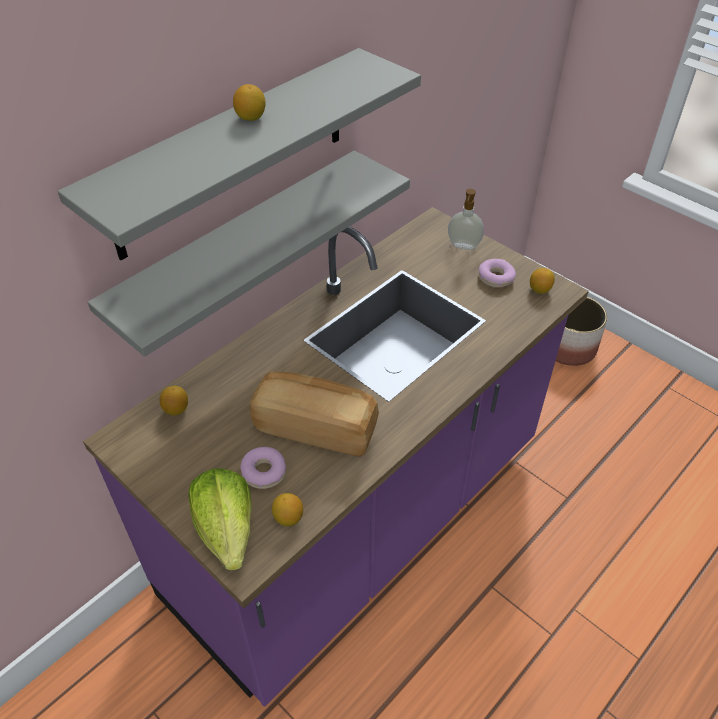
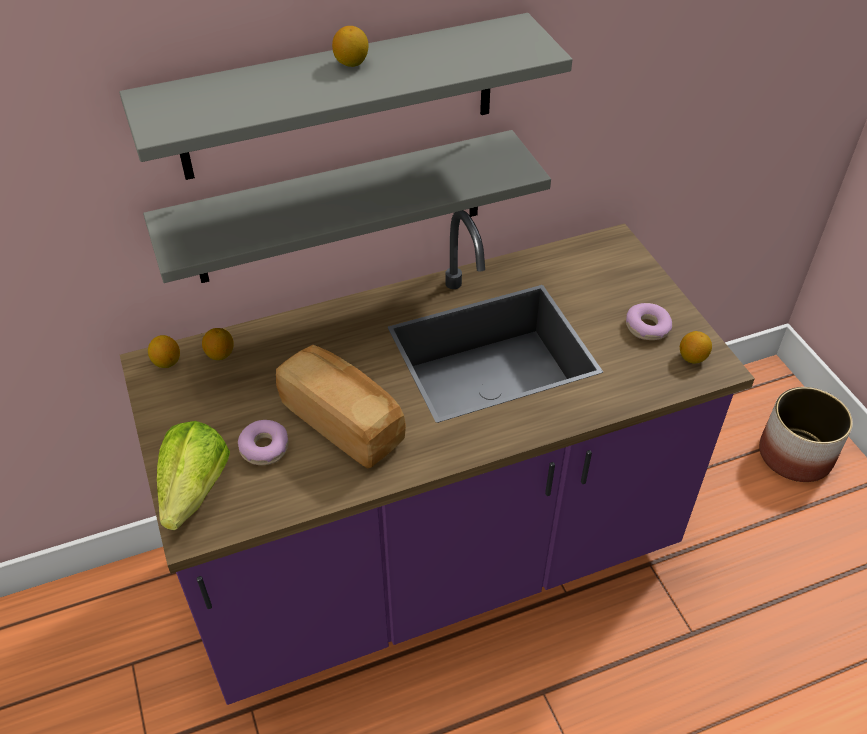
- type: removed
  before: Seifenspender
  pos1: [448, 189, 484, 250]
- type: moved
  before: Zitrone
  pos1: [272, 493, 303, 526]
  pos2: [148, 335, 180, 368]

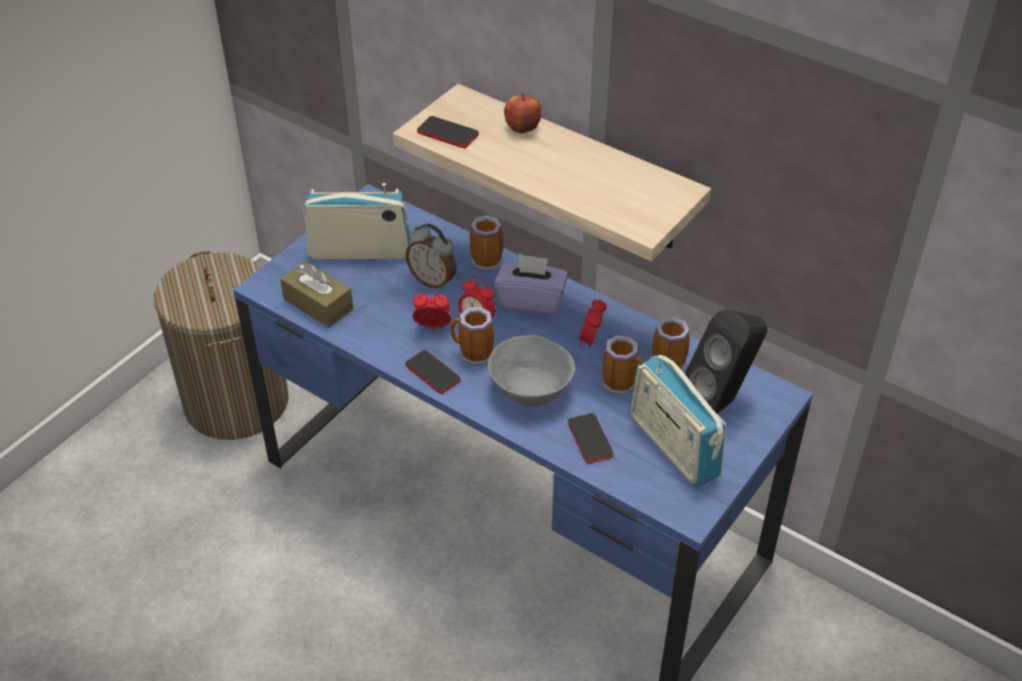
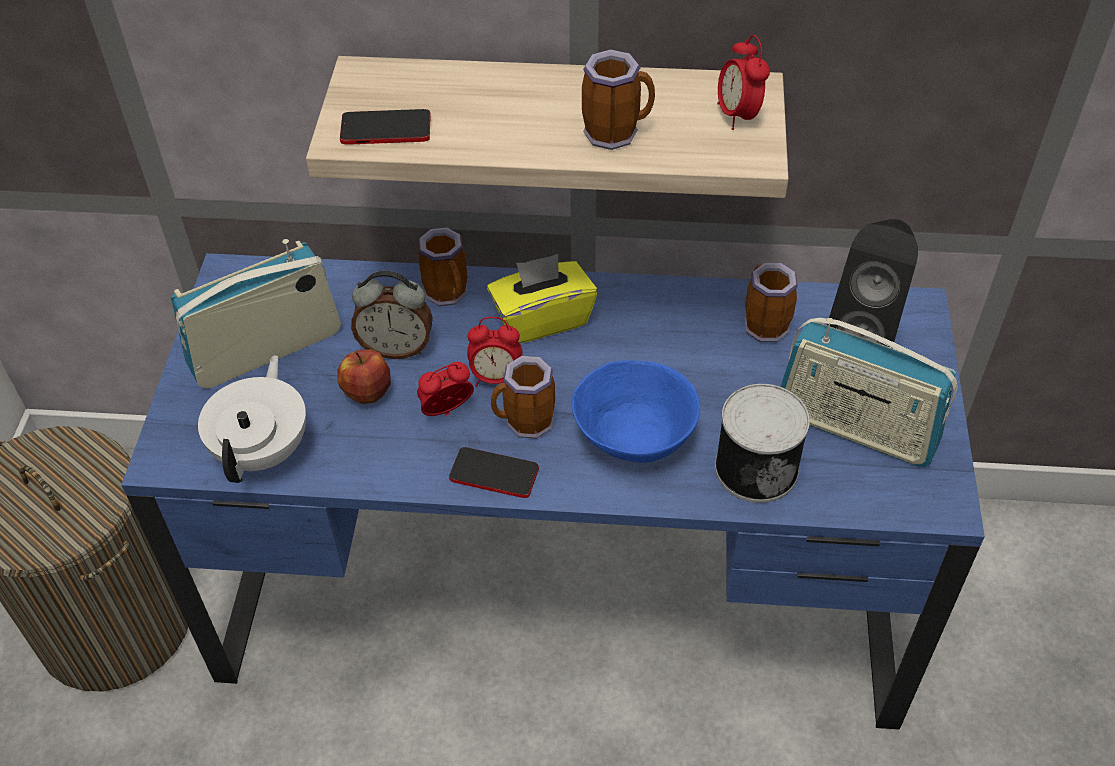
- type: moved
  before: Apfel
  pos1: [504, 93, 541, 134]
  pos2: [337, 349, 391, 404]
- type: recoloured
  before: Taschentuchbox/lila
  after: Taschentuchbox/gelb
  pos1: [494, 254, 568, 314]
  pos2: [487, 254, 597, 343]
- type: replaced
  before: Taschentuchbox/braun
  after: Teekanne/weiß
  pos1: [280, 261, 353, 327]
  pos2: [198, 355, 306, 483]
- type: moved
  before: Wecker
  pos1: [579, 299, 607, 348]
  pos2: [717, 35, 770, 130]
- type: recoloured
  before: Schüssel/grau
  after: Schüssel/blau
  pos1: [487, 335, 575, 406]
  pos2: [571, 360, 700, 463]
- type: moved
  before: Henkelbecher
  pos1: [602, 335, 644, 394]
  pos2: [582, 49, 655, 150]
- type: replaced
  before: Handy
  after: Dose
  pos1: [568, 413, 613, 464]
  pos2: [715, 384, 810, 503]

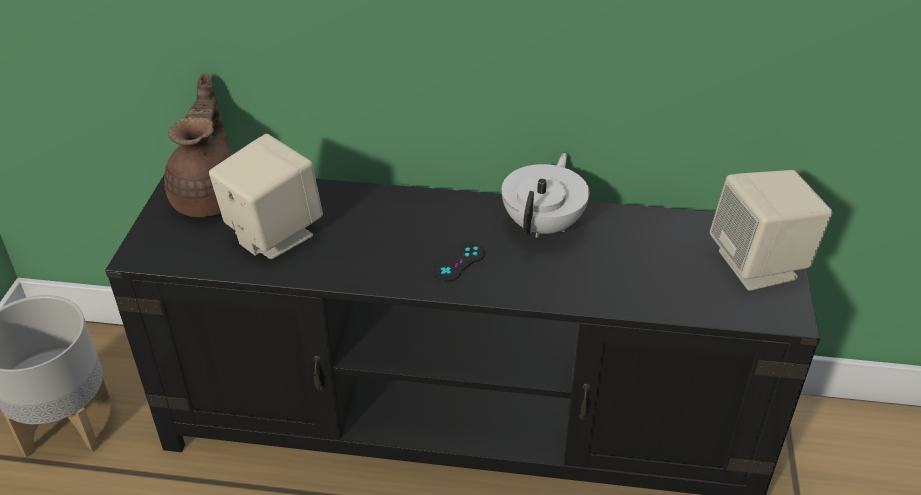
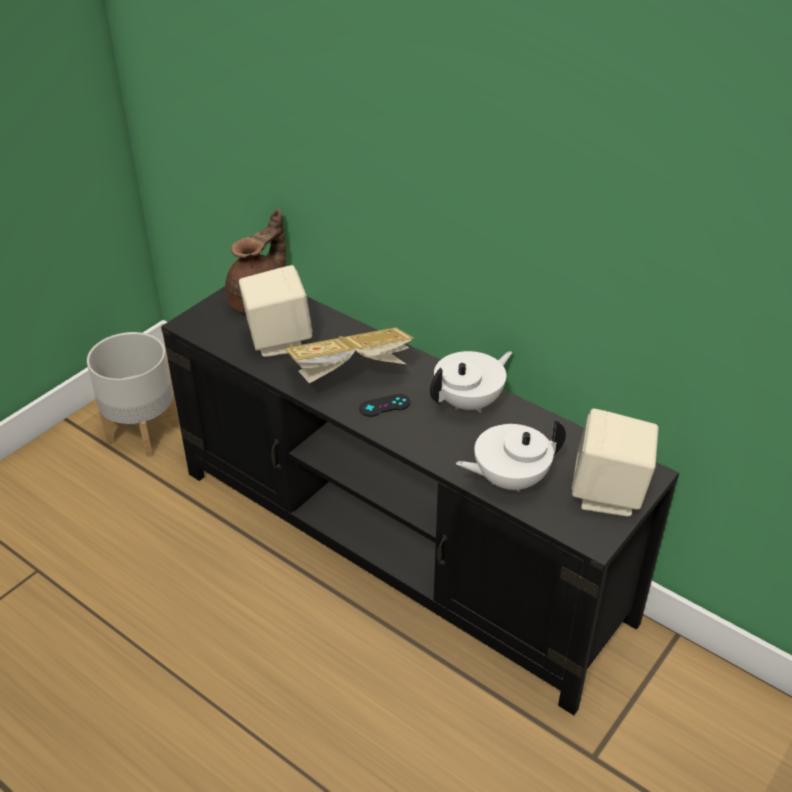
- type: added
  after: Buch
  pos2: [285, 327, 414, 383]
- type: added
  after: Teekanne/weiß
  pos2: [456, 419, 566, 492]

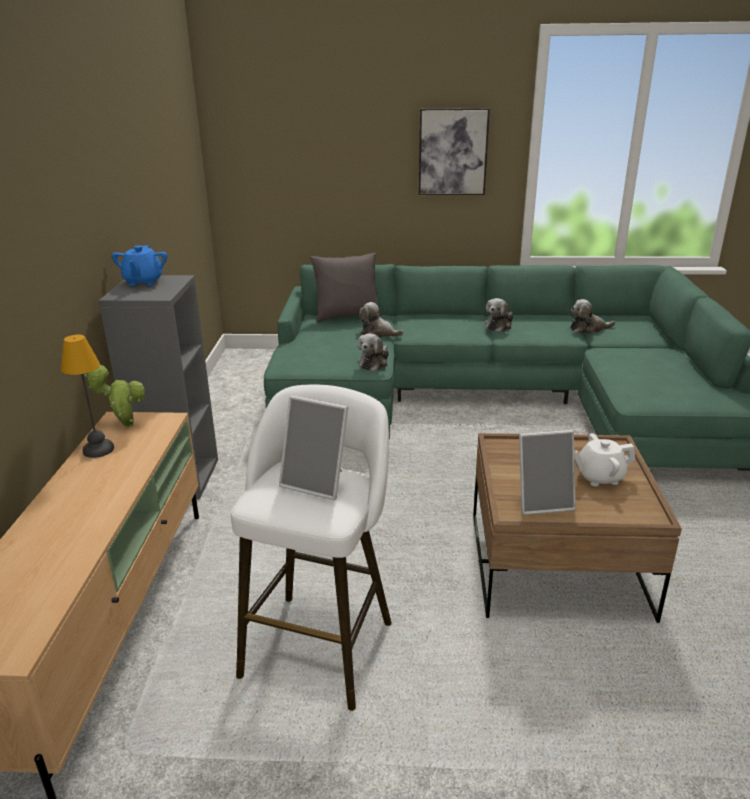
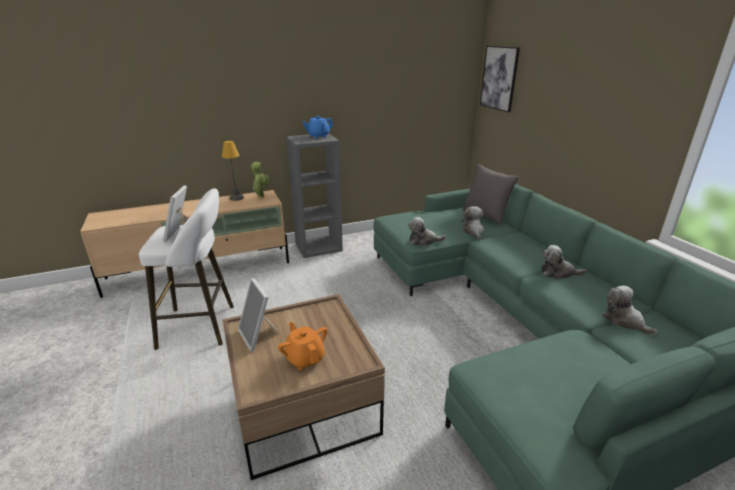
- type: moved
  before: Bild
  pos1: [419, 108, 490, 195]
  pos2: [480, 46, 520, 112]
- type: recoloured
  before: Teekanne/weiß
  after: Teekanne/orange
  pos1: [574, 433, 636, 487]
  pos2: [278, 322, 328, 370]

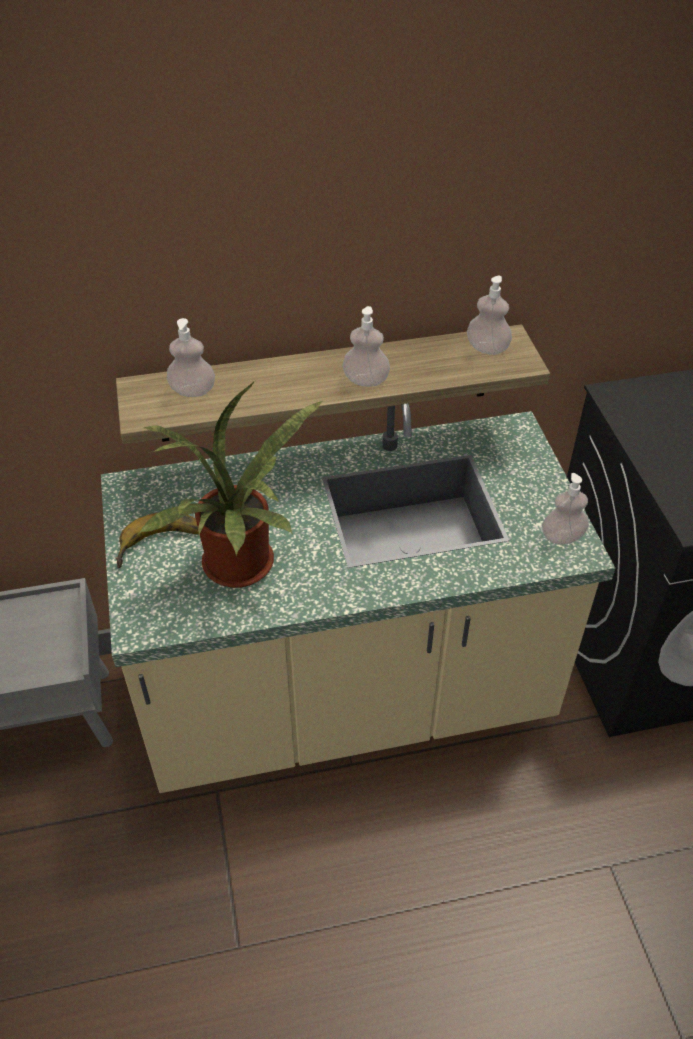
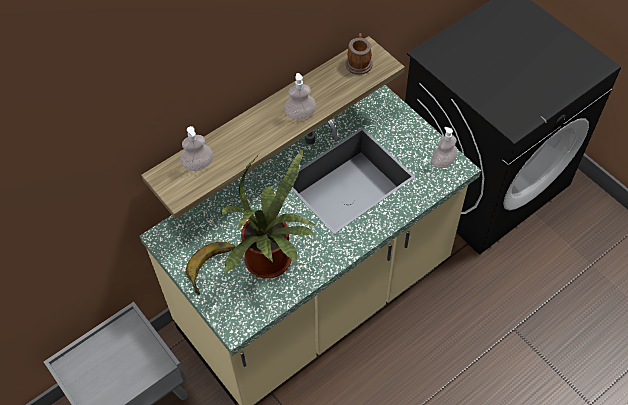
- type: replaced
  before: Seifenspender
  after: Henkelbecher
  pos1: [467, 276, 512, 355]
  pos2: [345, 33, 373, 75]

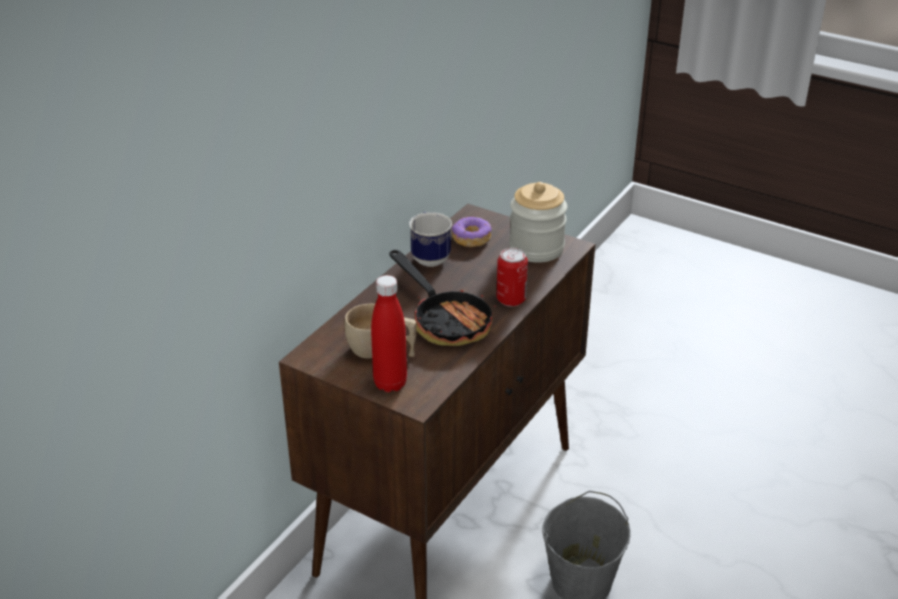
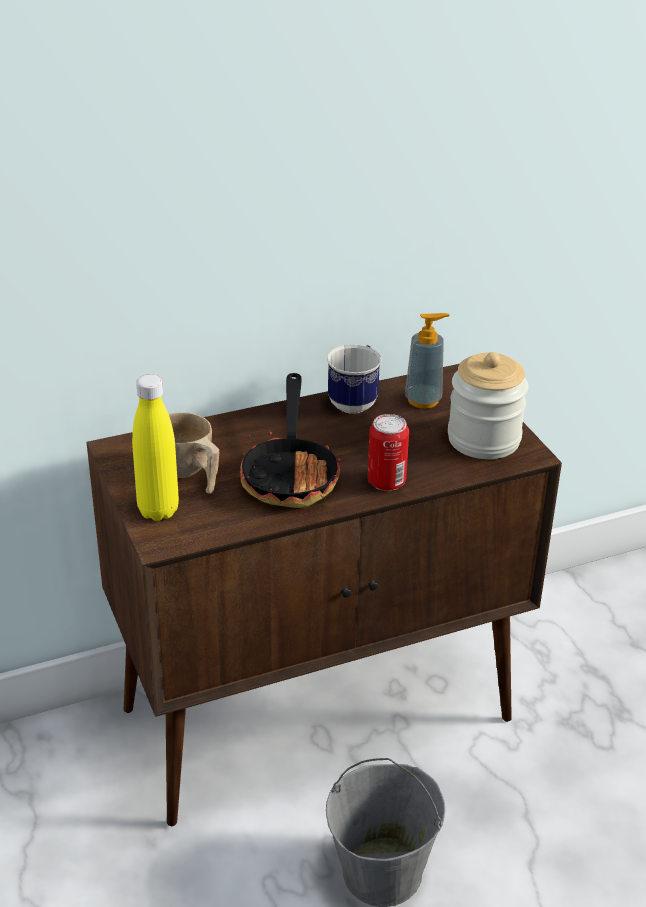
- type: replaced
  before: Donut
  after: Seifenspender
  pos1: [452, 216, 492, 247]
  pos2: [405, 313, 449, 409]
- type: recoloured
  before: Flasche/rot
  after: Flasche/gelb
  pos1: [371, 275, 407, 392]
  pos2: [132, 374, 179, 521]

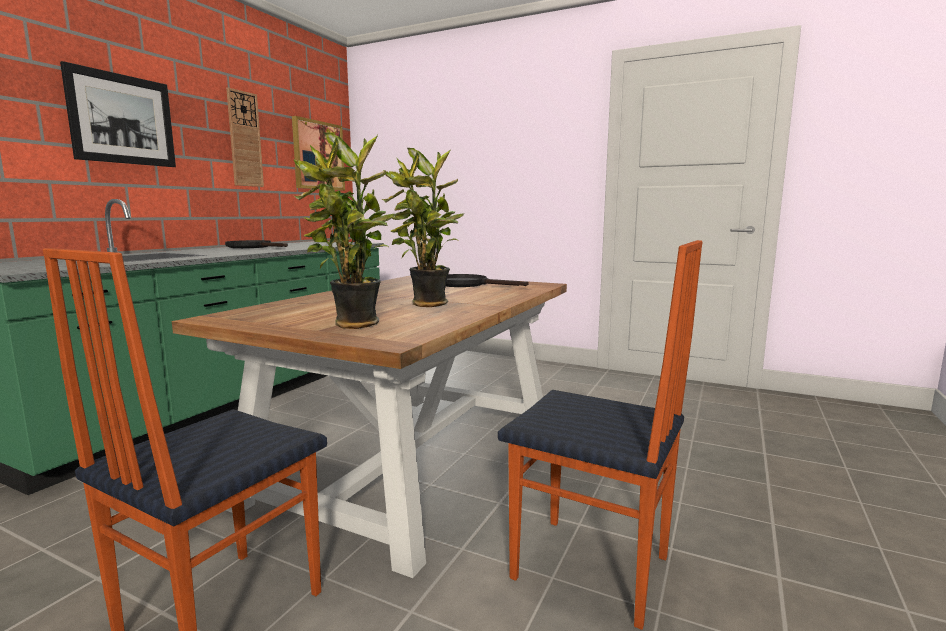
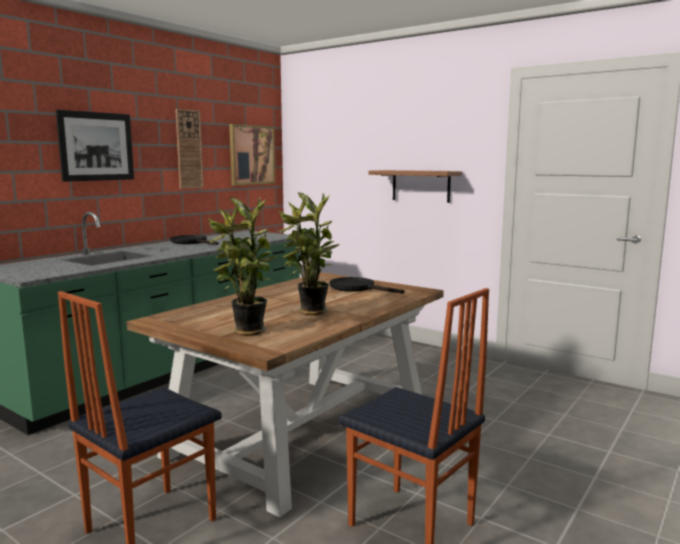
- type: added
  after: Wandregal
  pos2: [368, 170, 462, 203]

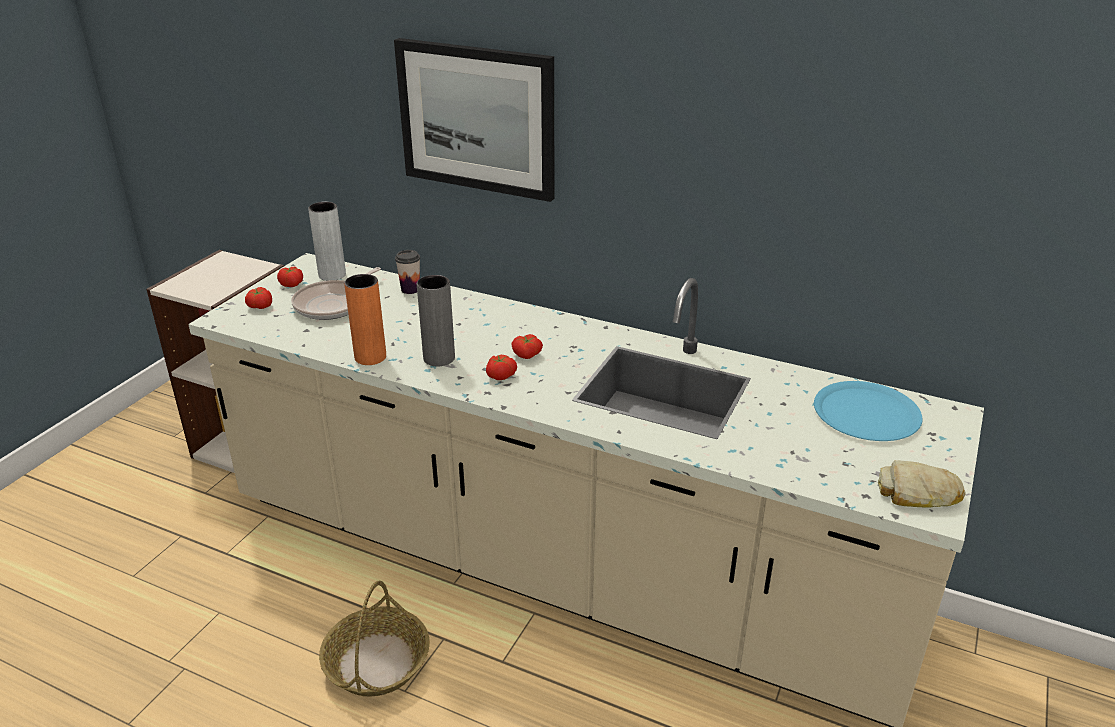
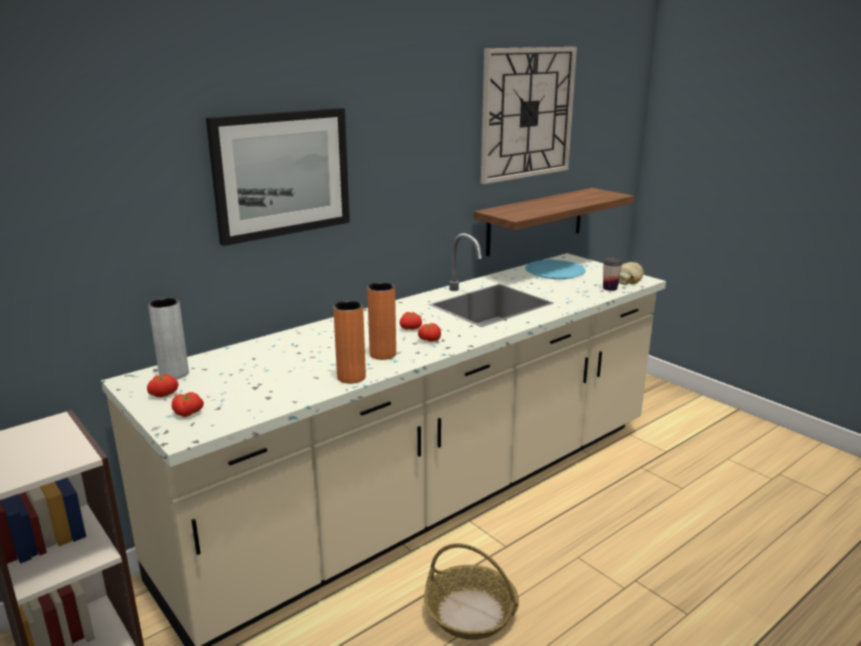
- type: moved
  before: Tasse
  pos1: [395, 250, 420, 294]
  pos2: [603, 258, 622, 291]
- type: removed
  before: Pfanne
  pos1: [291, 267, 381, 320]
- type: recoloured
  before: Vase/grau
  after: Vase/orange
  pos1: [417, 275, 455, 366]
  pos2: [367, 282, 396, 360]
- type: added
  after: Wanduhr
  pos2: [481, 47, 577, 184]
- type: added
  after: Wandregal
  pos2: [474, 188, 634, 256]

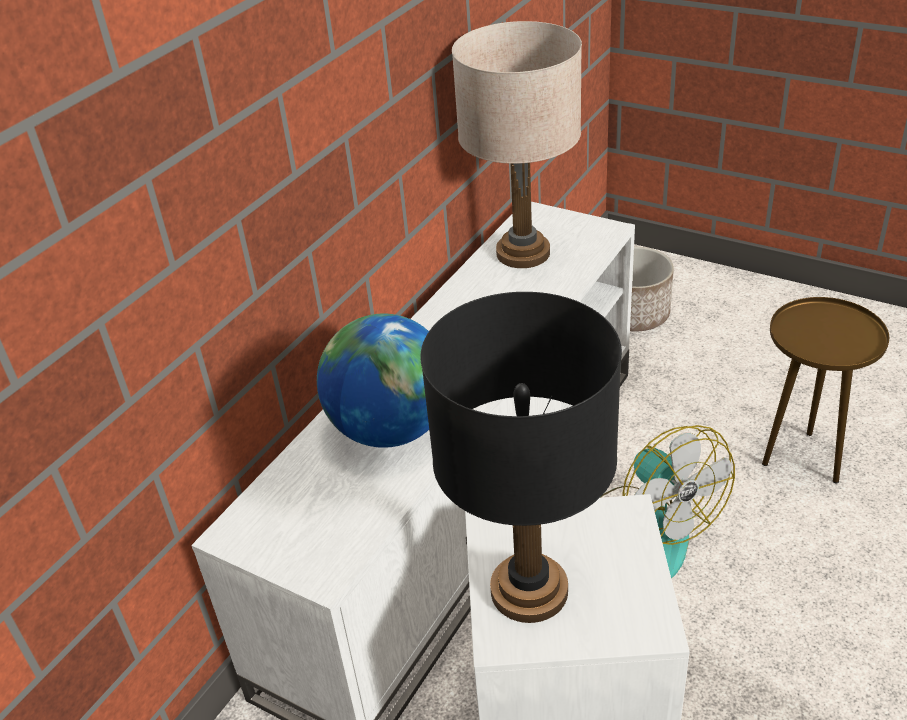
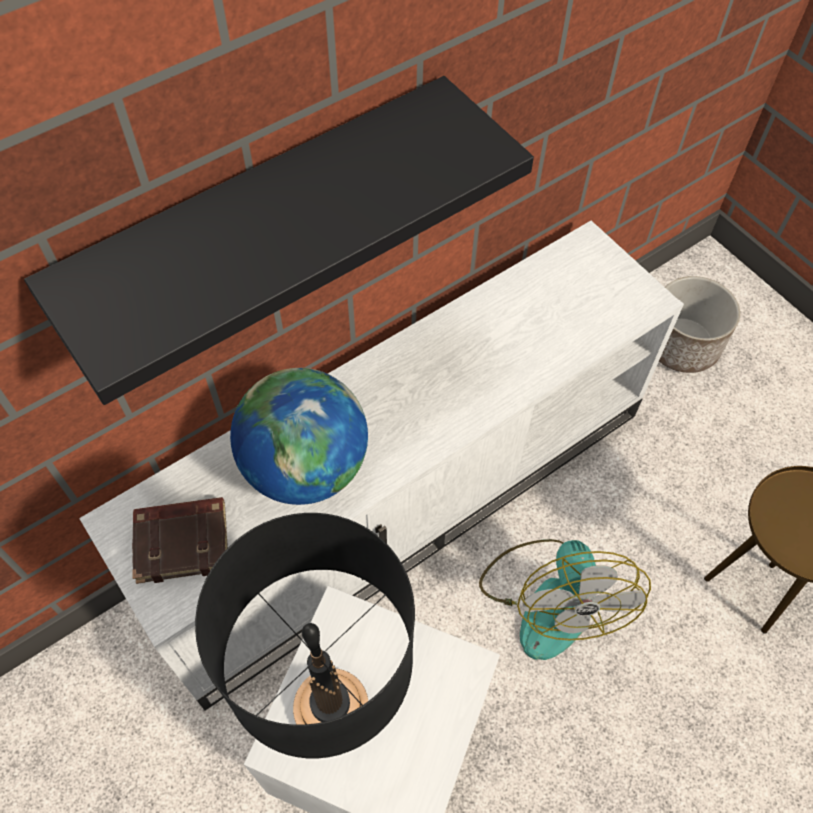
- type: removed
  before: Tischlampe/beige
  pos1: [452, 21, 582, 268]
- type: added
  after: Wandregal/schwarz
  pos2: [24, 76, 534, 405]
- type: added
  after: Buch/braun
  pos2: [132, 497, 228, 584]

